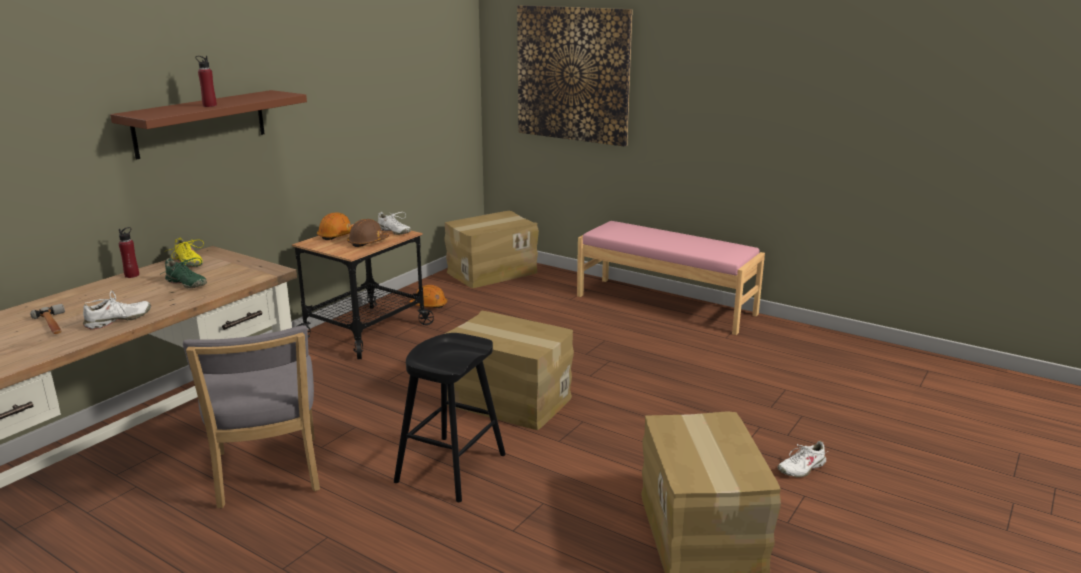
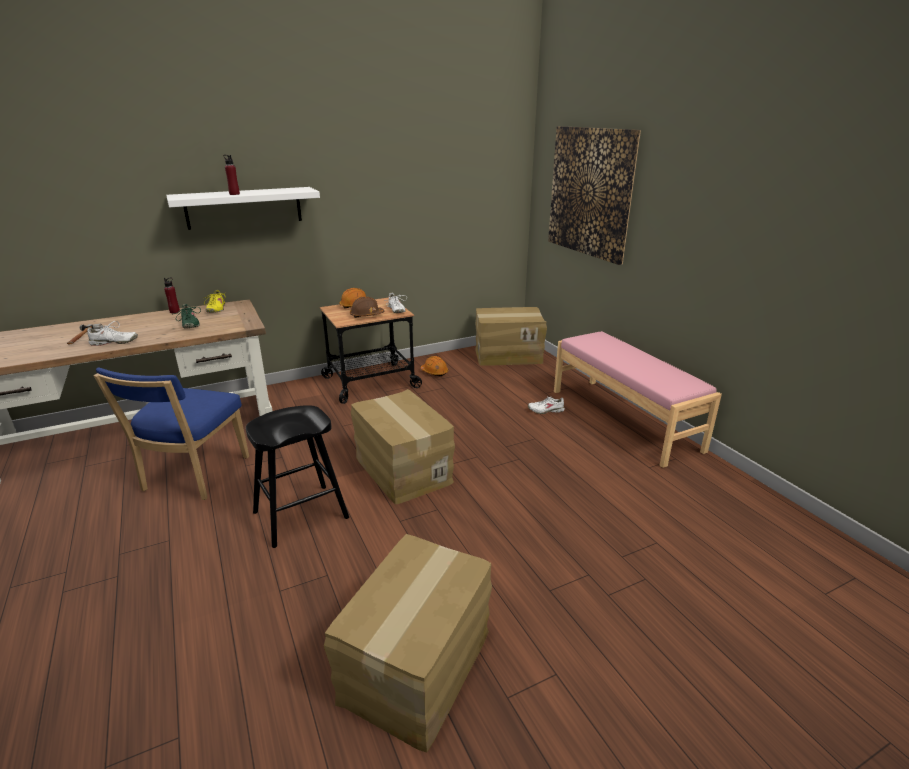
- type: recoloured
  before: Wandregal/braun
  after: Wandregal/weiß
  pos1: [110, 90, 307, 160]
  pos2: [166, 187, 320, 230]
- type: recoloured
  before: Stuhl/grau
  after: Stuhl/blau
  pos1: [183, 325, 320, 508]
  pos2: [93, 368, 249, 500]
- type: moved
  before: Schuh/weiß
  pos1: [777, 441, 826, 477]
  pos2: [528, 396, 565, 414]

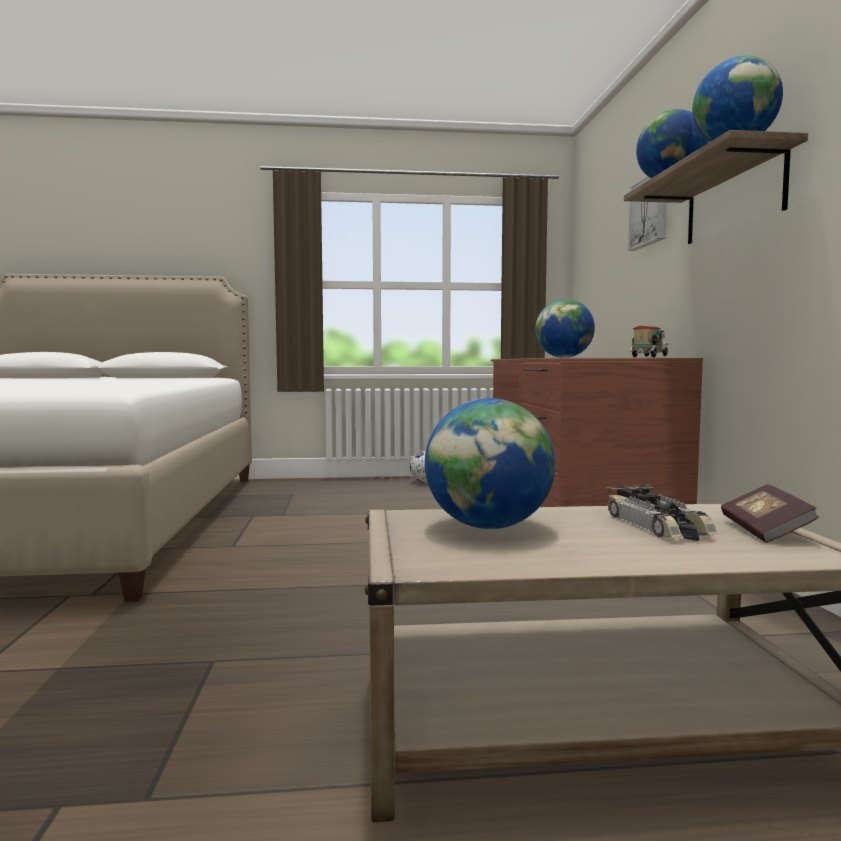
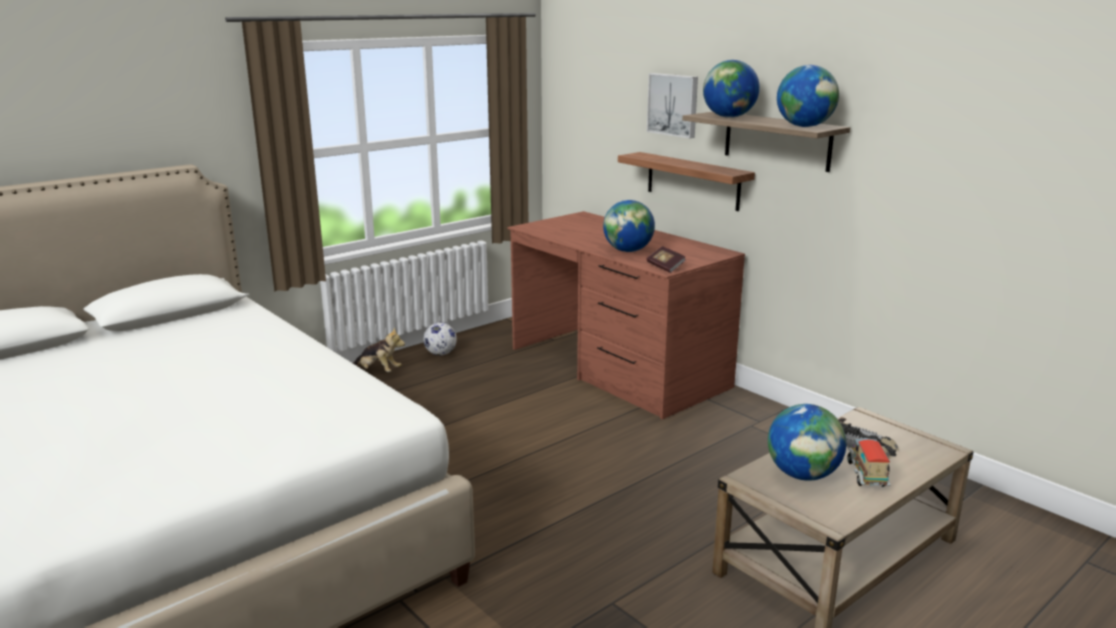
- type: moved
  before: Spielzeuglaster
  pos1: [630, 326, 669, 358]
  pos2: [847, 438, 891, 487]
- type: moved
  before: Buch
  pos1: [721, 484, 819, 543]
  pos2: [647, 246, 686, 273]
- type: added
  after: Wandregal
  pos2: [618, 152, 755, 211]
- type: added
  after: Plüschtier
  pos2: [353, 327, 405, 372]

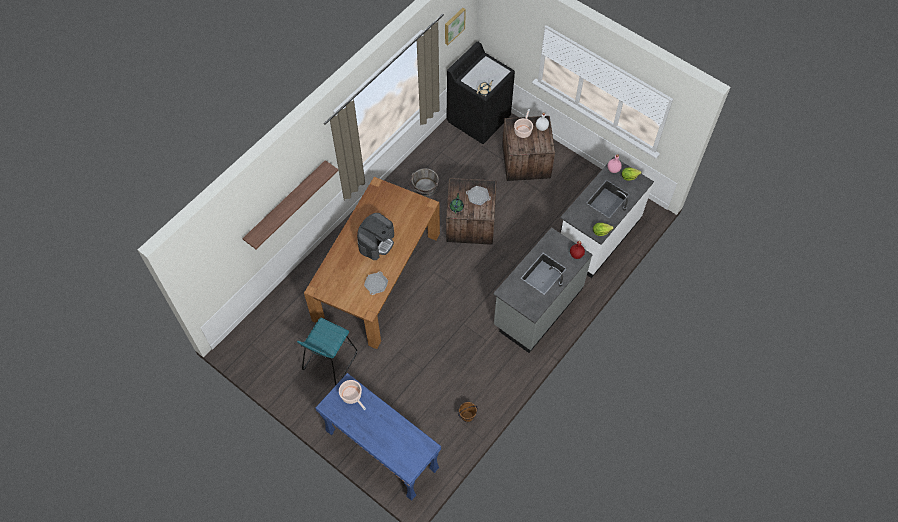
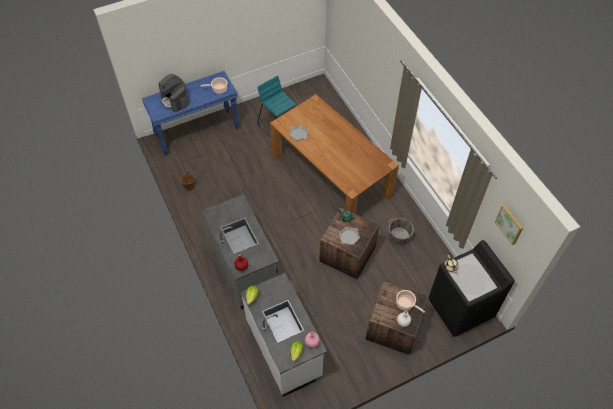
- type: removed
  before: Wandregal
  pos1: [242, 160, 338, 249]
- type: moved
  before: Kaffeemaschine
  pos1: [357, 213, 394, 260]
  pos2: [159, 74, 189, 112]

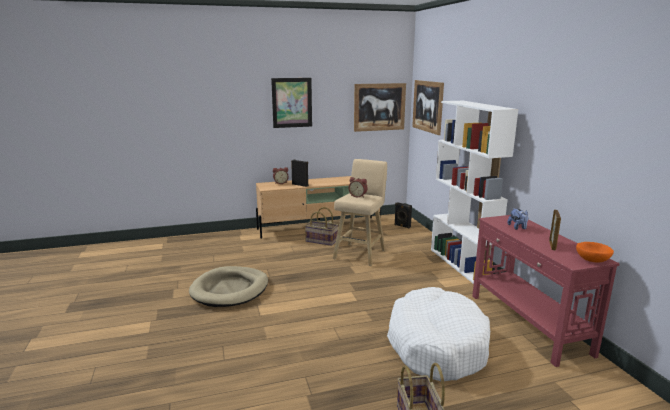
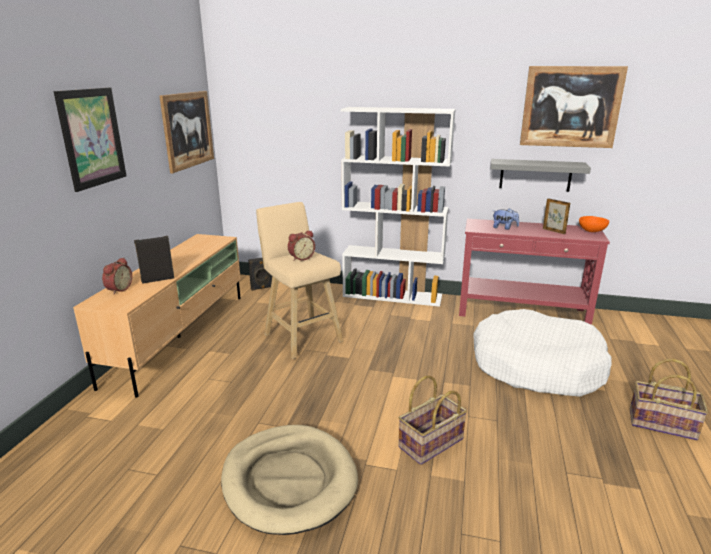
- type: moved
  before: Bild
  pos1: [412, 80, 444, 135]
  pos2: [520, 66, 628, 148]
- type: moved
  before: Korb
  pos1: [305, 207, 338, 246]
  pos2: [398, 376, 467, 465]
- type: added
  after: Wandregal/grau
  pos2: [491, 159, 591, 192]

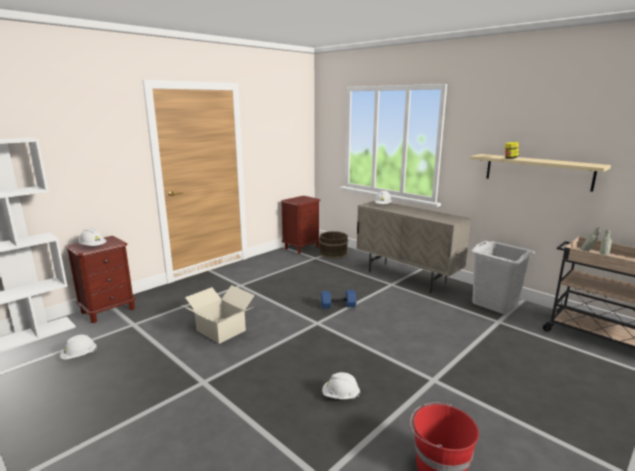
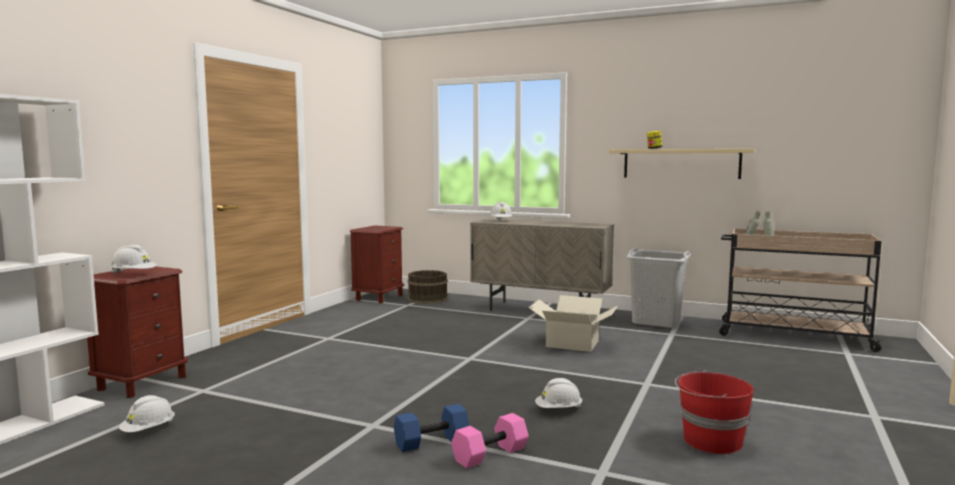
- type: moved
  before: Karton
  pos1: [182, 285, 255, 344]
  pos2: [528, 295, 618, 352]
- type: moved
  before: Hantel/blau
  pos1: [321, 290, 356, 309]
  pos2: [394, 404, 469, 452]
- type: added
  after: Hantel/rosa
  pos2: [451, 413, 529, 468]

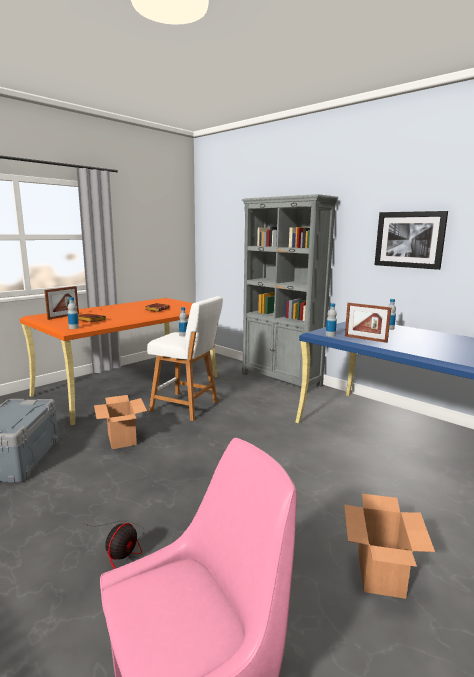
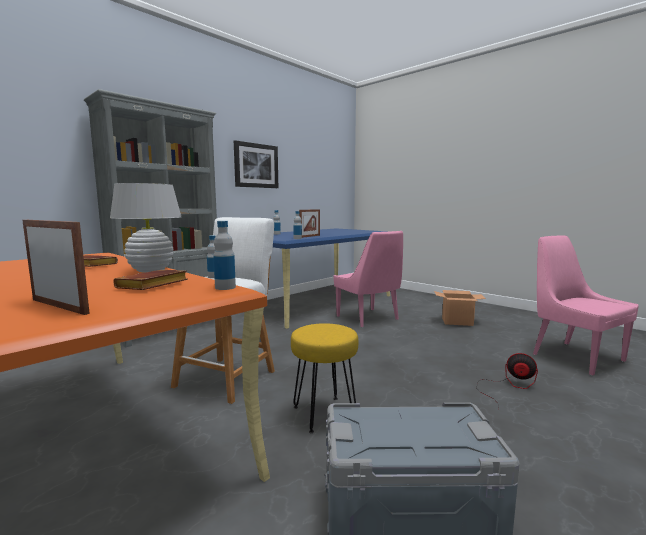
- type: replaced
  before: Karton
  after: Hocker/gelb
  pos1: [94, 395, 147, 449]
  pos2: [291, 323, 358, 433]
- type: added
  after: Tischlampe/weiß
  pos2: [110, 183, 181, 273]
- type: added
  after: Stuhl/rosa
  pos2: [334, 231, 403, 327]

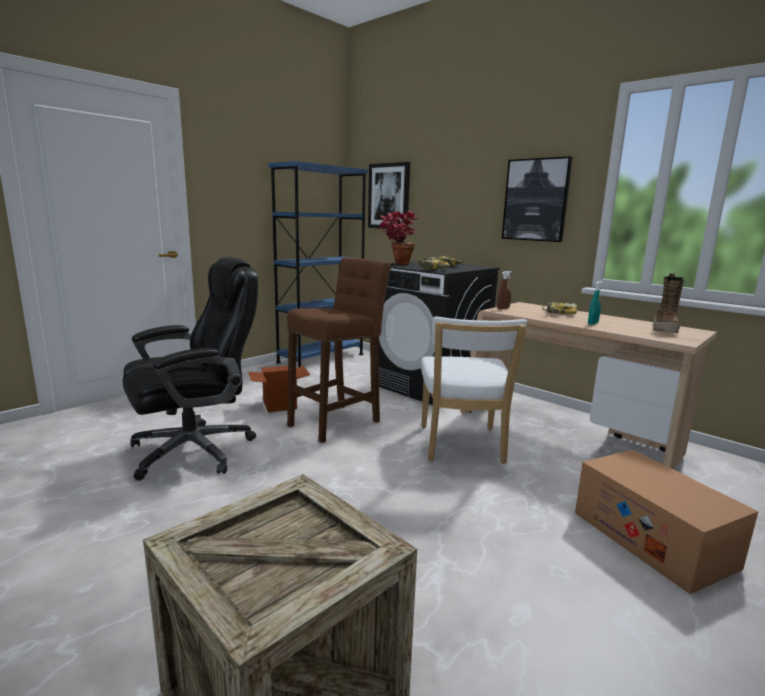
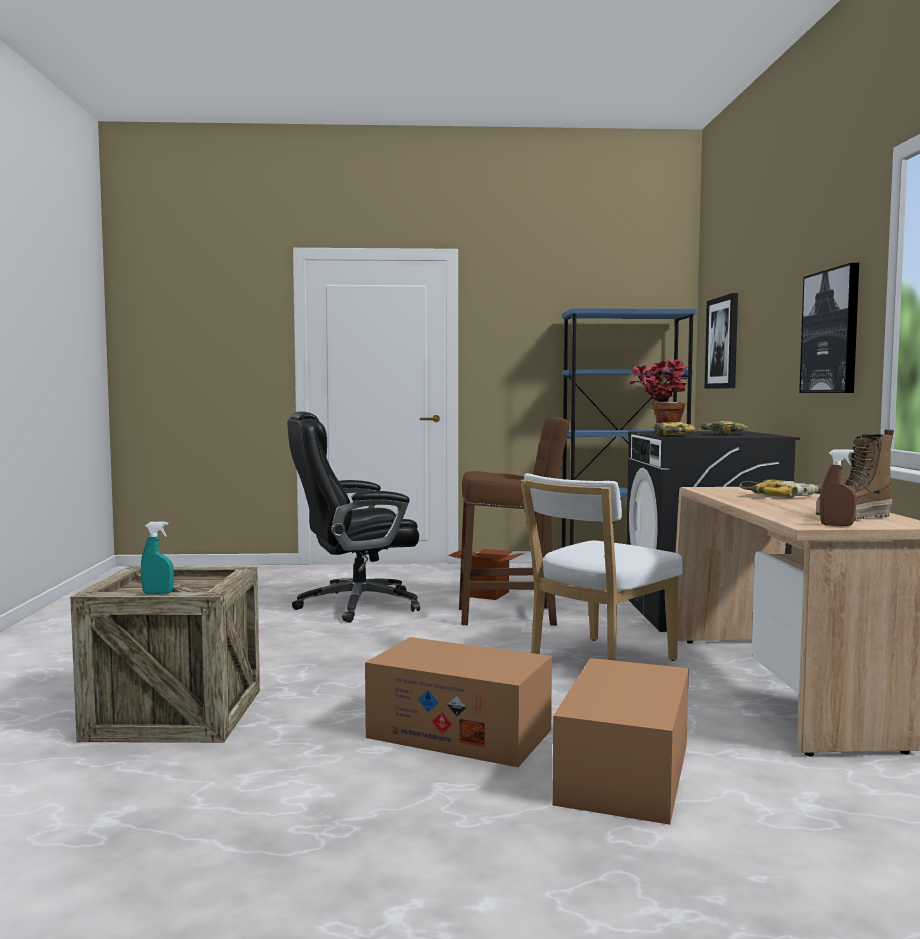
- type: turned
  before: Bürostuhl/schwarz
  pos1: [123, 257, 258, 480]
  pos2: [287, 411, 420, 623]
  turn: 150
- type: moved
  before: Sprühflasche/braun
  pos1: [497, 271, 512, 309]
  pos2: [820, 449, 857, 526]
- type: moved
  before: Sprühflasche/türkis
  pos1: [588, 281, 603, 325]
  pos2: [141, 521, 174, 594]
- type: added
  after: Karton
  pos2: [365, 637, 552, 767]

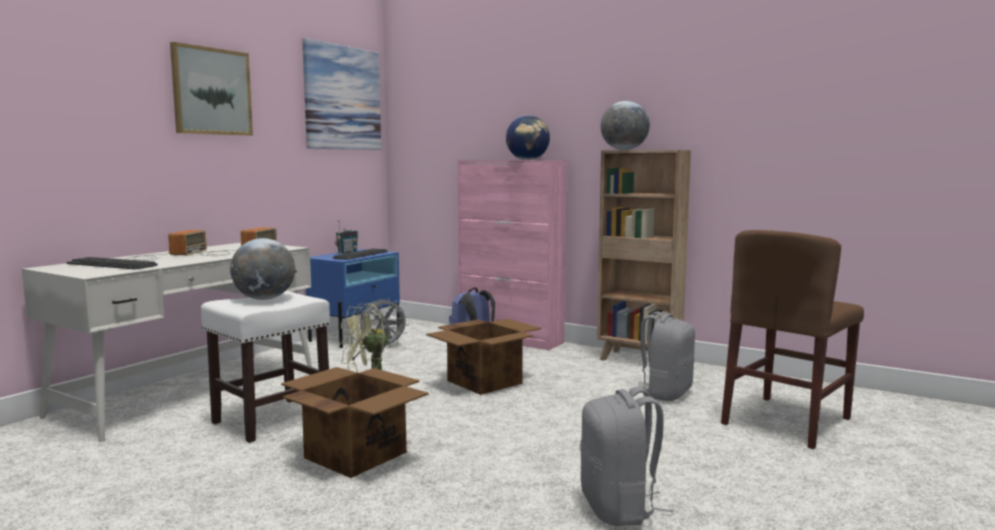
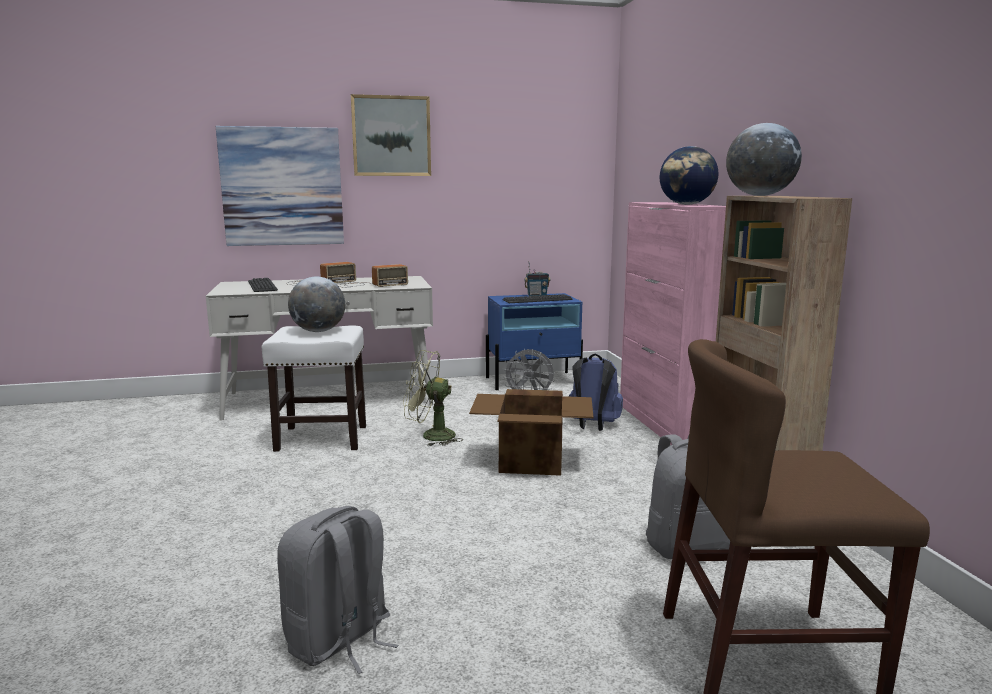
- type: moved
  before: Bild
  pos1: [302, 38, 381, 150]
  pos2: [216, 126, 344, 246]
- type: removed
  before: Karton
  pos1: [281, 367, 429, 478]

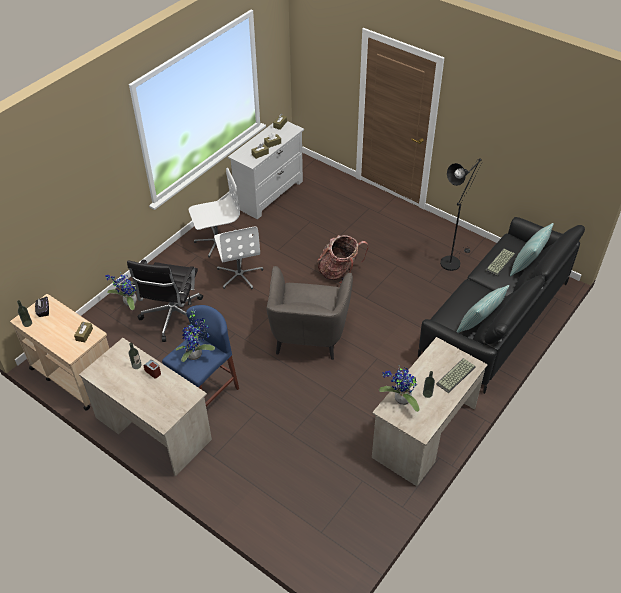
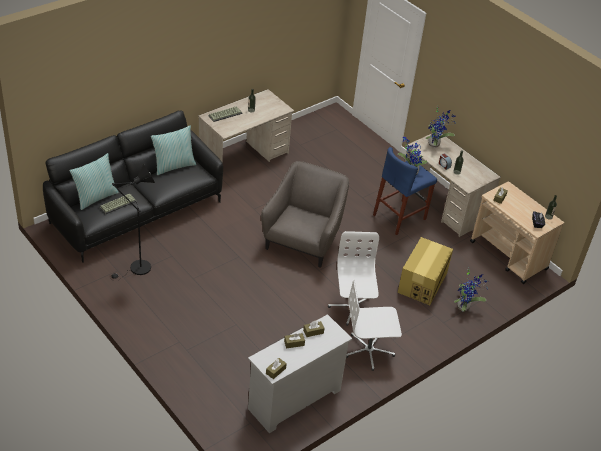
- type: removed
  before: Rucksack
  pos1: [318, 235, 369, 283]
- type: replaced
  before: Bürostuhl/schwarz
  after: Karton
  pos1: [127, 260, 203, 342]
  pos2: [398, 237, 453, 305]
- type: moved
  before: Topfpflanze
  pos1: [379, 365, 420, 412]
  pos2: [426, 107, 456, 148]

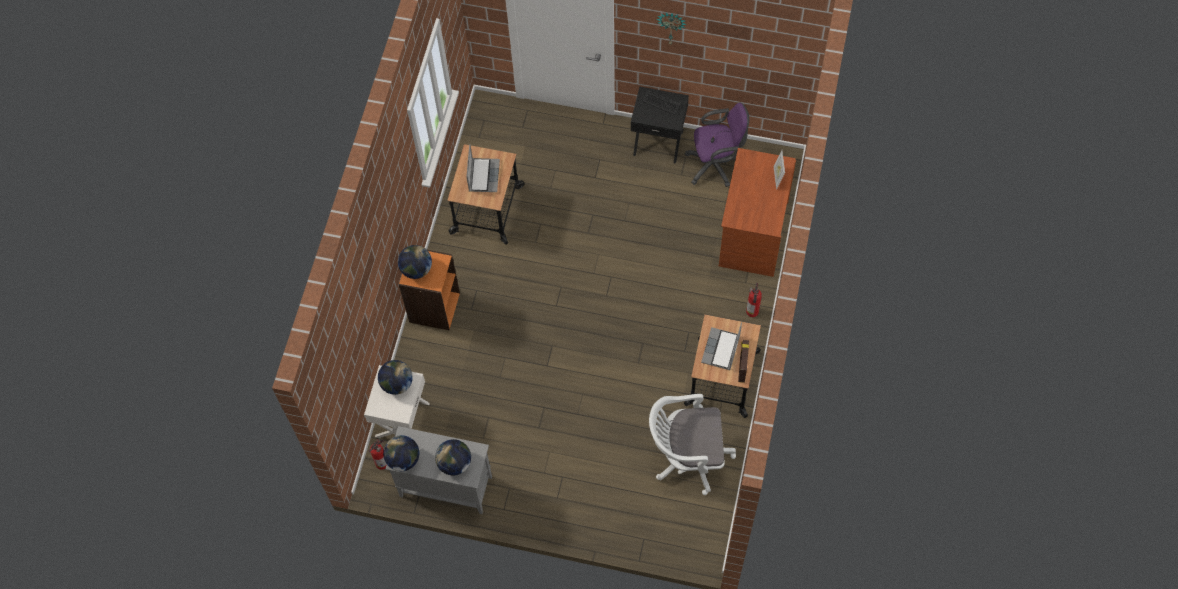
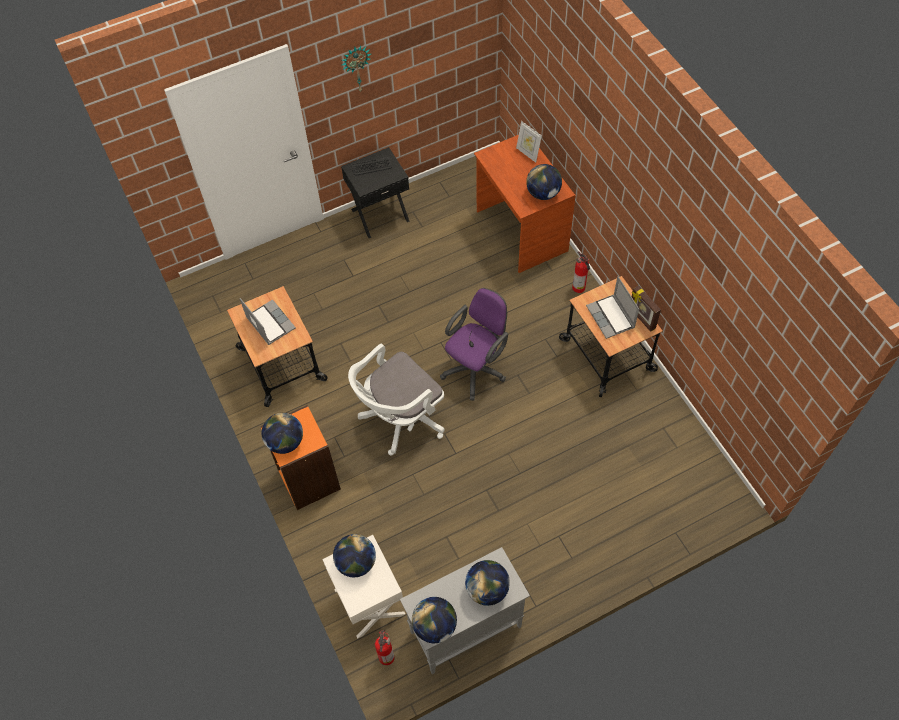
- type: moved
  before: Bürostuhl/lila
  pos1: [685, 103, 749, 187]
  pos2: [440, 288, 508, 400]
- type: moved
  before: Bürostuhl/weiß
  pos1: [649, 394, 736, 495]
  pos2: [348, 344, 445, 455]
- type: added
  after: Globus
  pos2: [526, 164, 562, 200]

